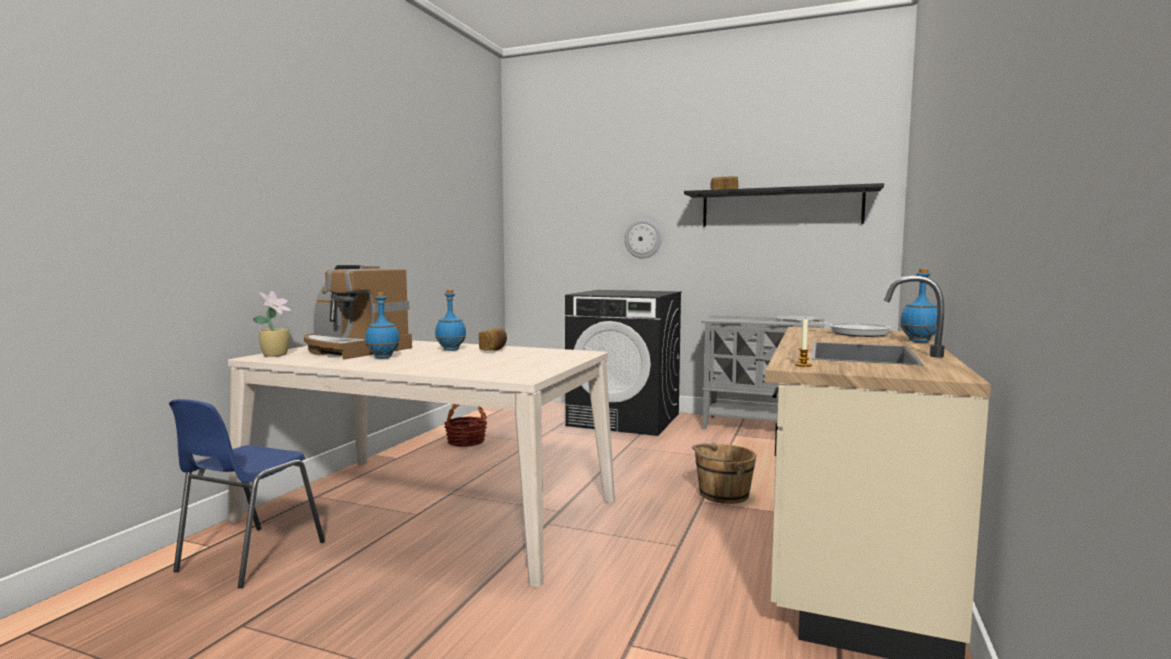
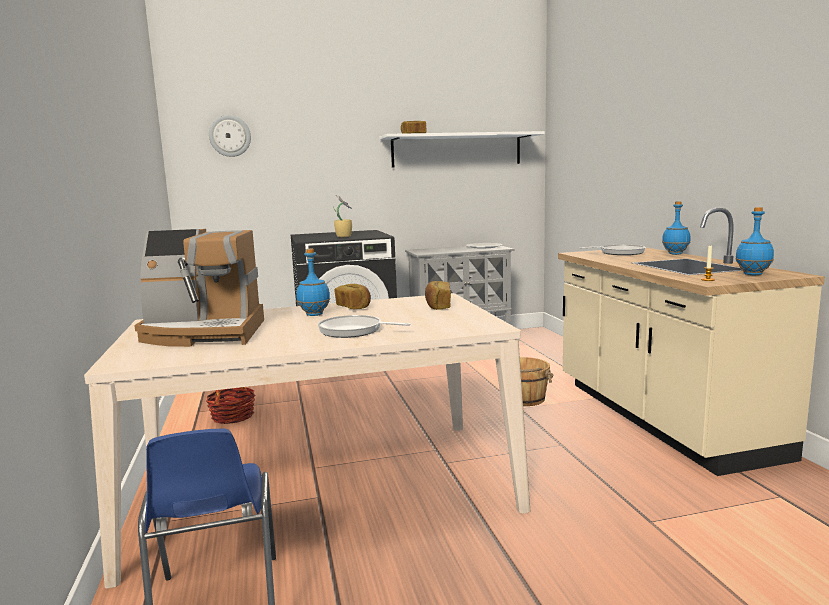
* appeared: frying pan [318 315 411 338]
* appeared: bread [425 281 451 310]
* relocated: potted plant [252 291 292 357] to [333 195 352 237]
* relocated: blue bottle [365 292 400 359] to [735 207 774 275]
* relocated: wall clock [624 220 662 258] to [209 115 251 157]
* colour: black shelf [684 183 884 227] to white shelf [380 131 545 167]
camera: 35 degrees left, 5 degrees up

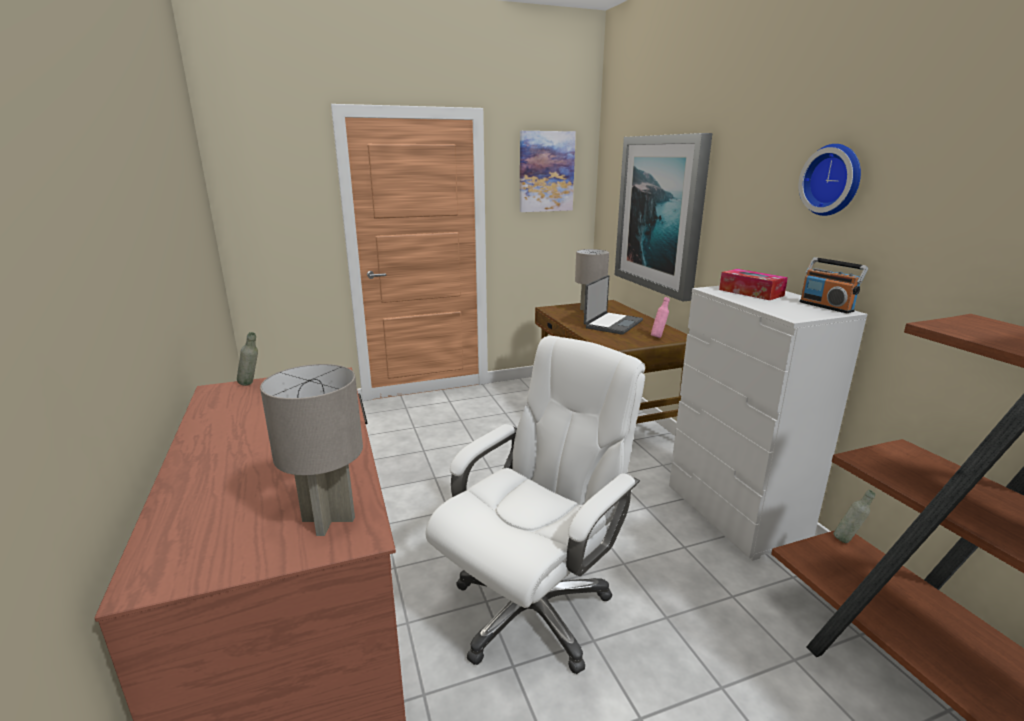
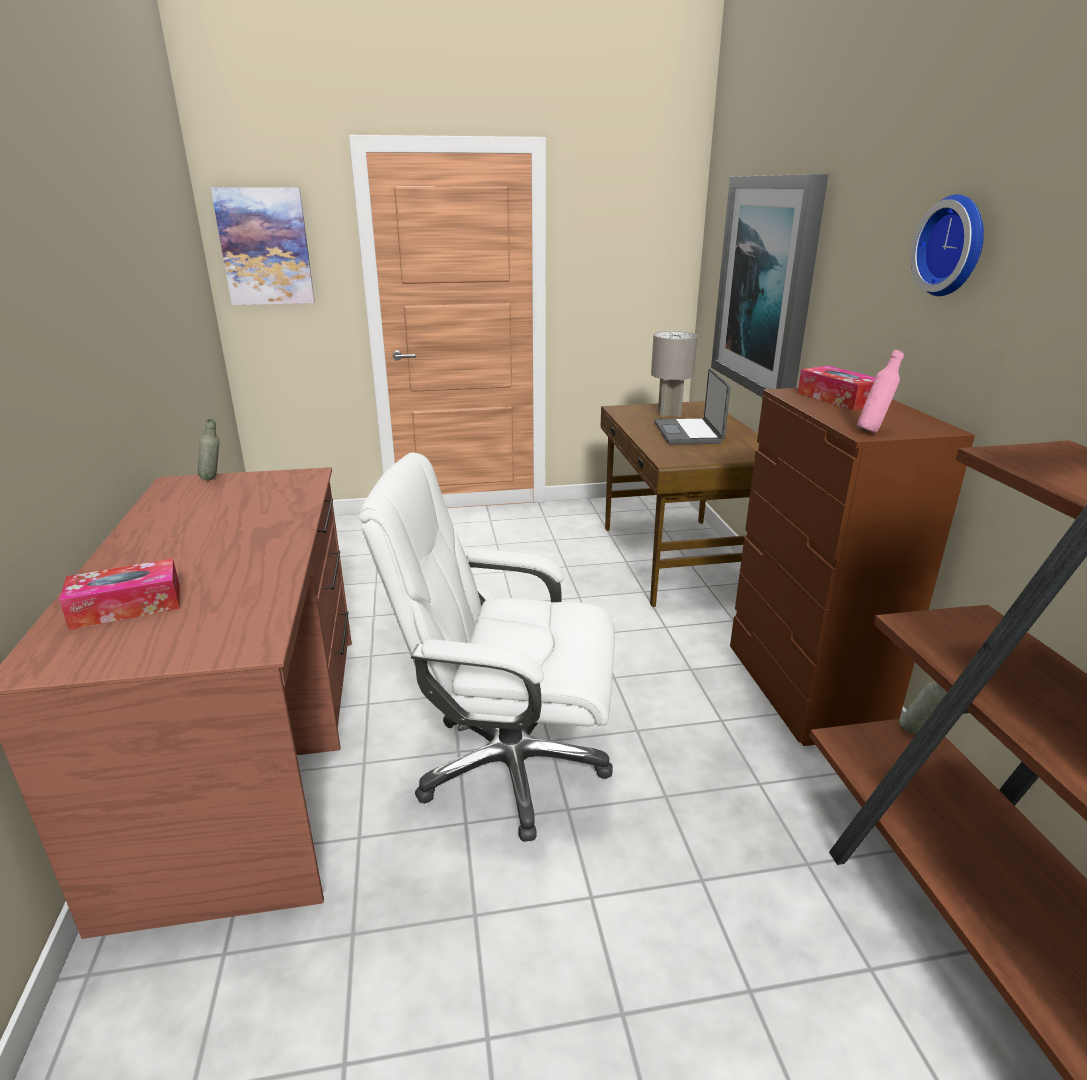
* missing: grey table lamp [260 364 363 536]
* missing: radio [800 257 868 313]
* appeared: tissue box [59 558 180 630]
* relocated: picture [520 131 576 212] to [211 187 315 305]
* relocated: pink bottle [651 297 670 338] to [857 349 904 433]
* colour: white dresser [669 286 867 561] to brown dresser [730 388 975 746]
* spun: white office chair [425 336 645 674] = [359 453 615 842] 135 degrees counterclockwise
* spun: laptop [584 275 643 335] = [654 369 731 445] 135 degrees clockwise
camera: 10 degrees right, 5 degrees up

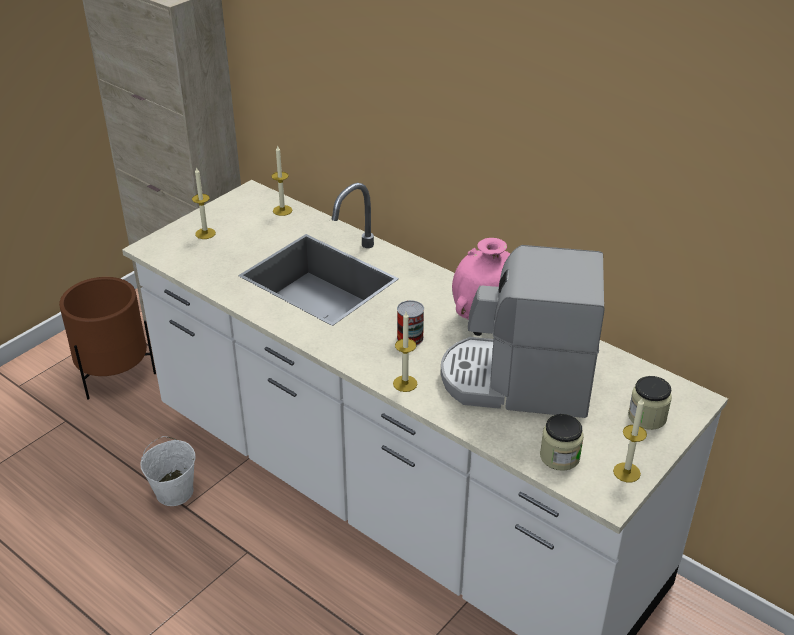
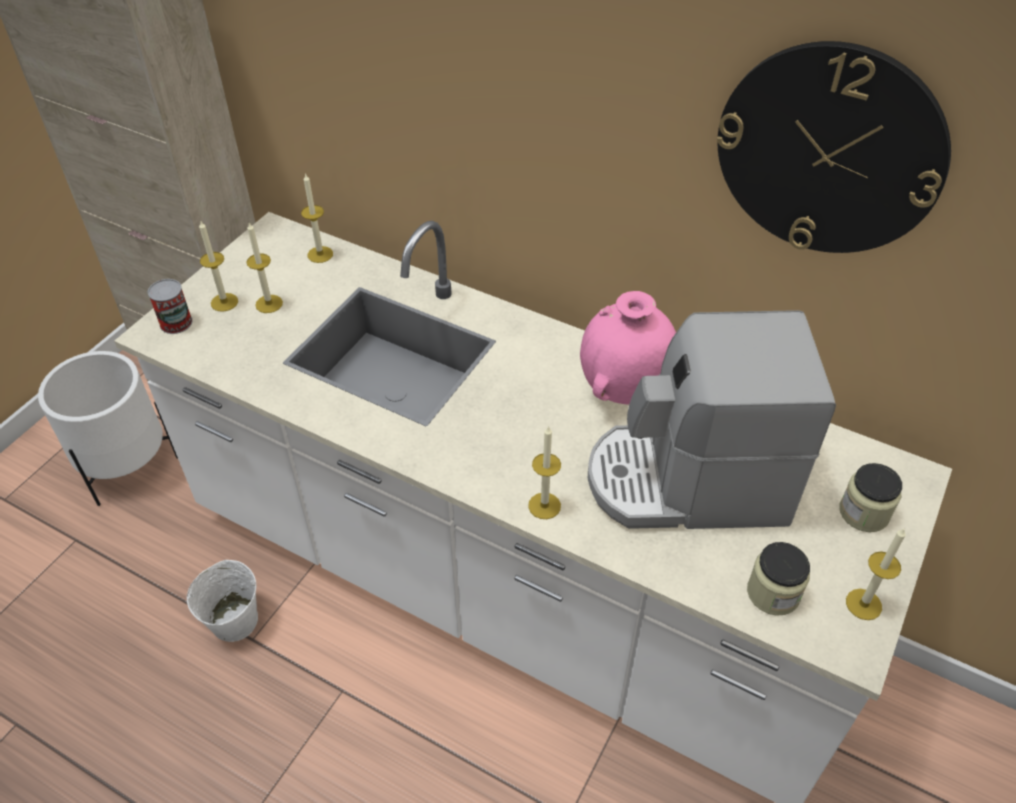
* appeared: candle [246 223 283 313]
* appeared: wall clock [717 41 951 253]
* relocated: can [397 300 424 346] to [148 279 192 334]
* colour: brown planter [59 277 156 400] to white planter [38 351 178 506]
camera: 10 degrees left, 10 degrees up

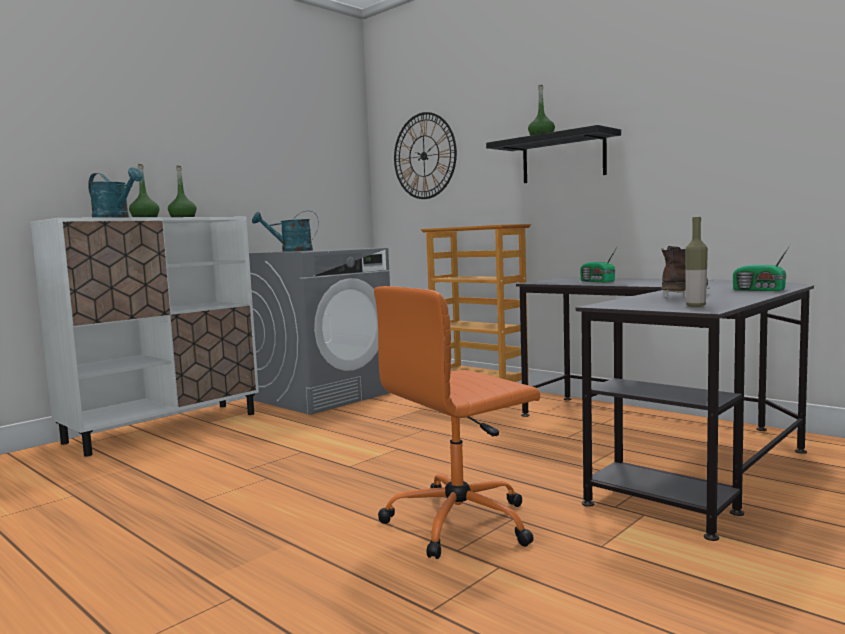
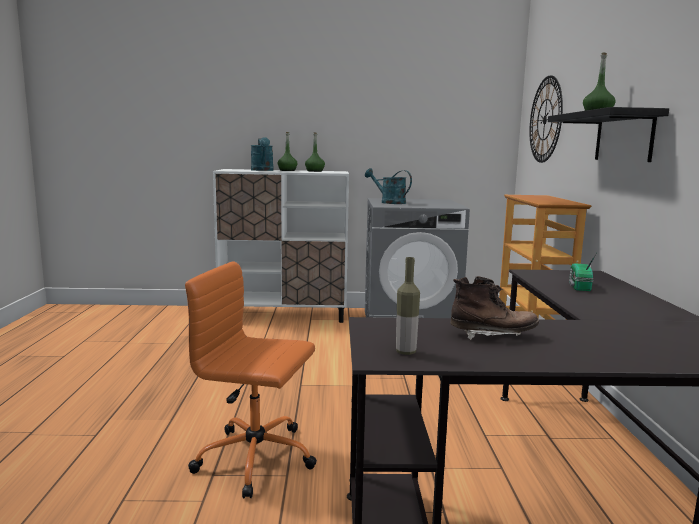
* missing: radio [733 244 791 291]
camera: 45 degrees right, 5 degrees up

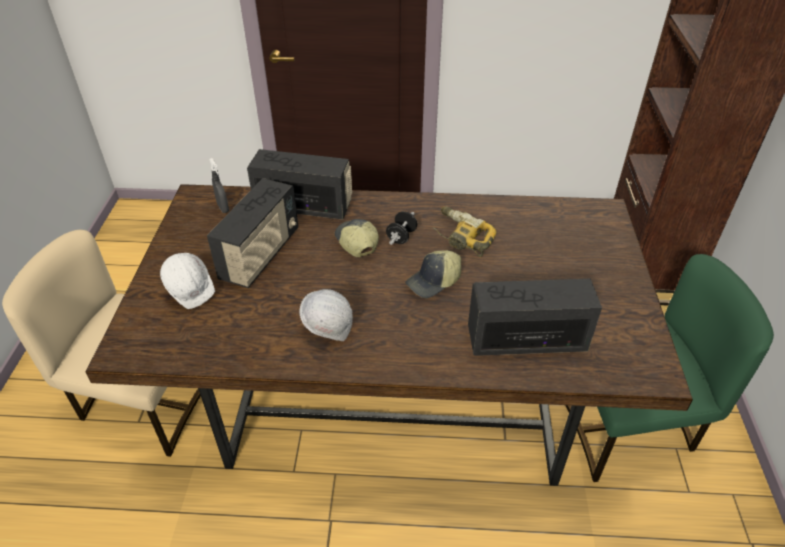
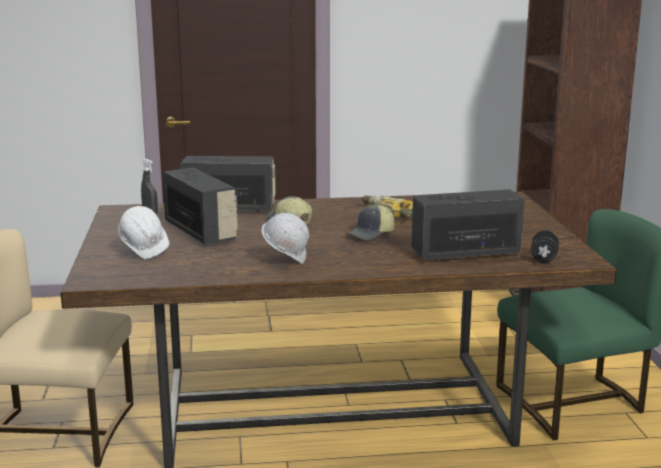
* relocated: black dumbbell [386 211 417 245] to [531 230 559 262]
* spun: radio [207 178 298 288] = [162 167 238 245] 45 degrees counterclockwise
camera: 10 degrees left, 25 degrees down

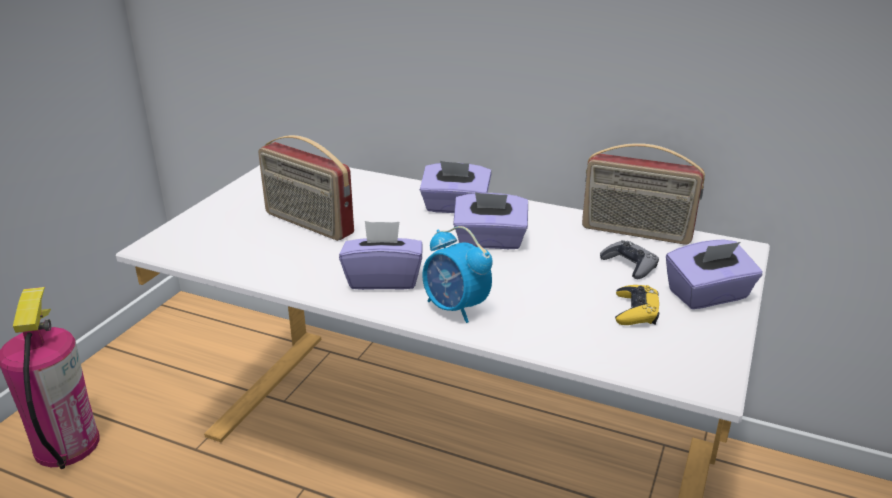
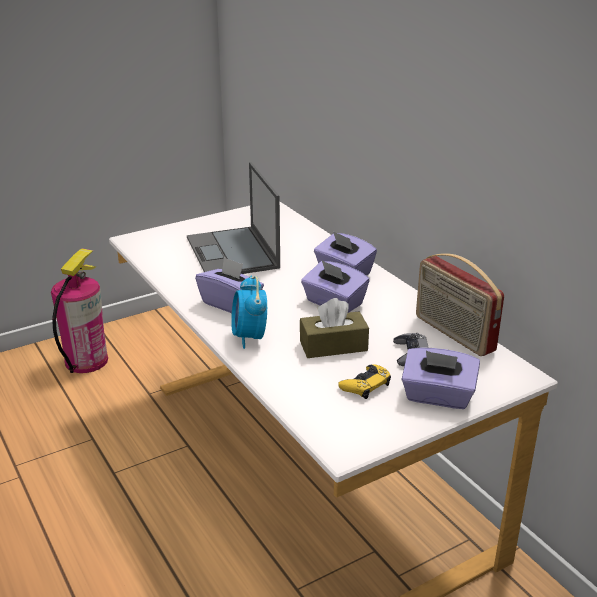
* appeared: brown tissue box [300 298 369 358]
* exchanged: radio [258 135 354 241] to laptop [187 162 280 274]
camera: 35 degrees right, 0 degrees up

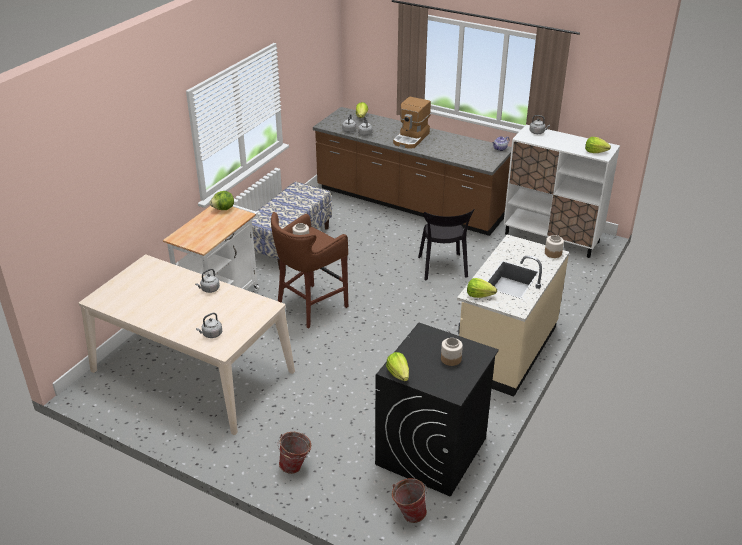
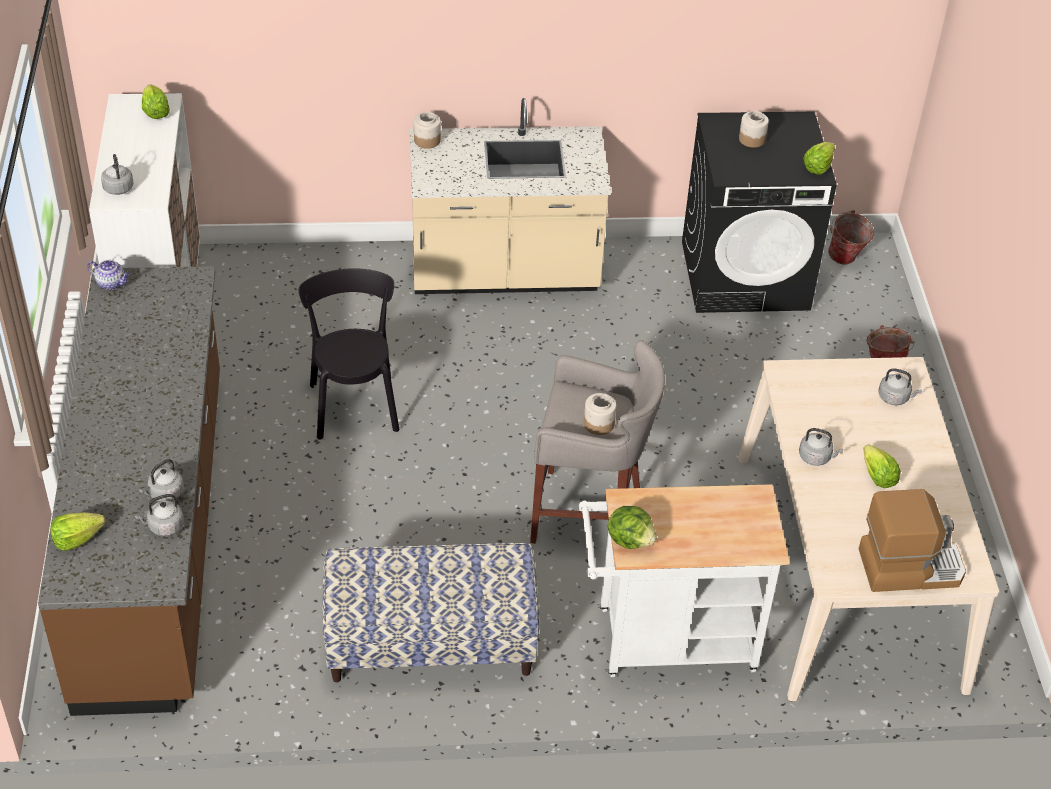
* relocated: coffee machine [393 97 431 149] to [859 489 966 592]
* relocated: lettuce [467 278 497 298] to [863 445 901 488]
* colour: brown stool [271 212 348 329] to grey stool [530 340 665 544]
* spun: black chair [418 209 474 280] = [299 268 399 440] 60 degrees counterclockwise
camera: 125 degrees left, 10 degrees up

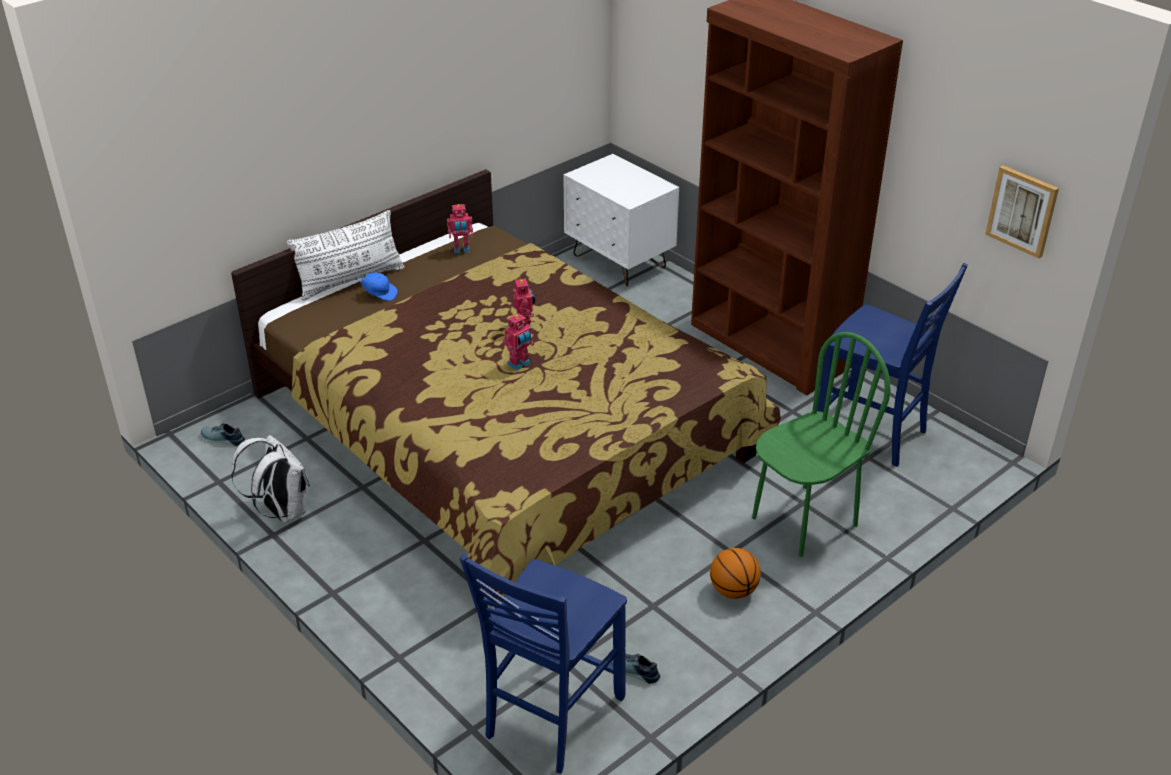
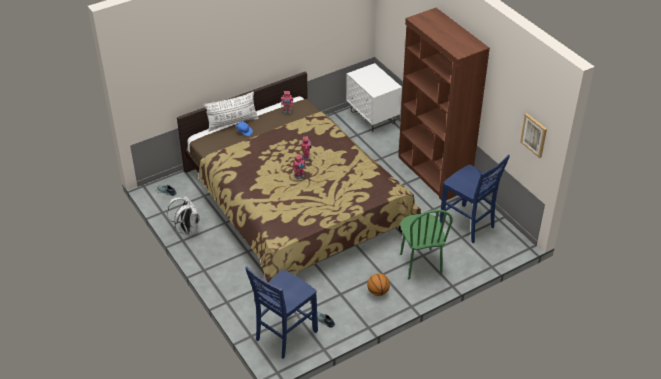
* spun: green chair [752 332 891 557] = [400 210 453 279] 105 degrees clockwise
camera: 10 degrees right, 5 degrees up

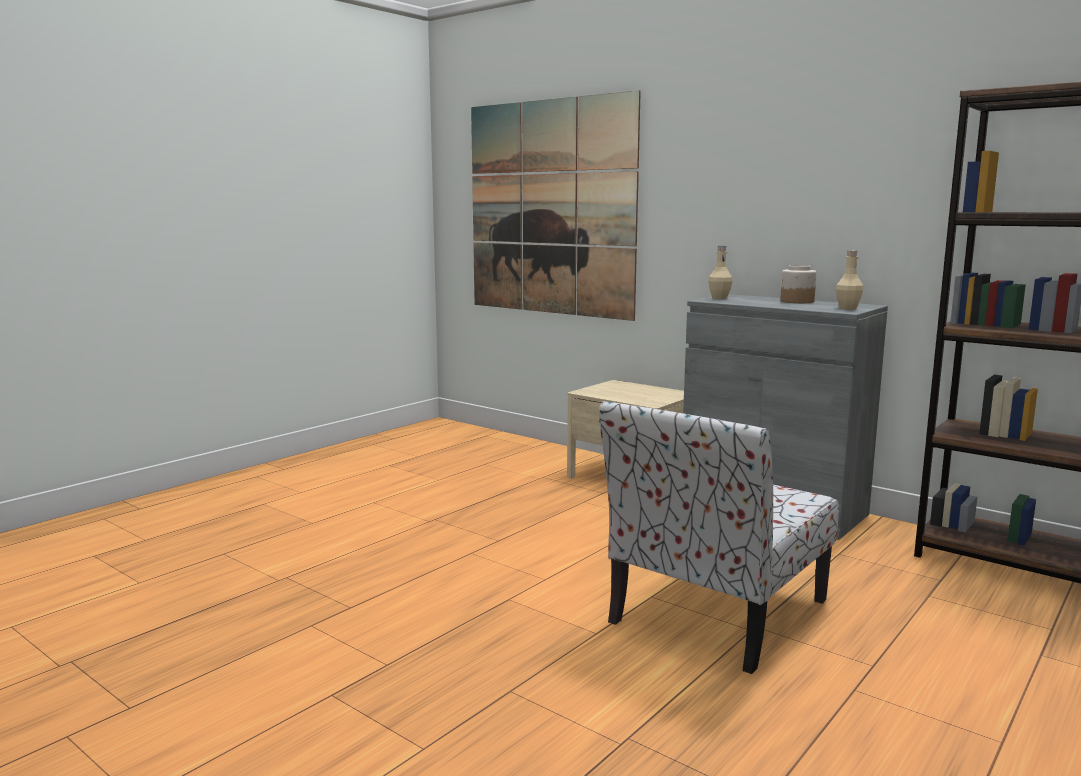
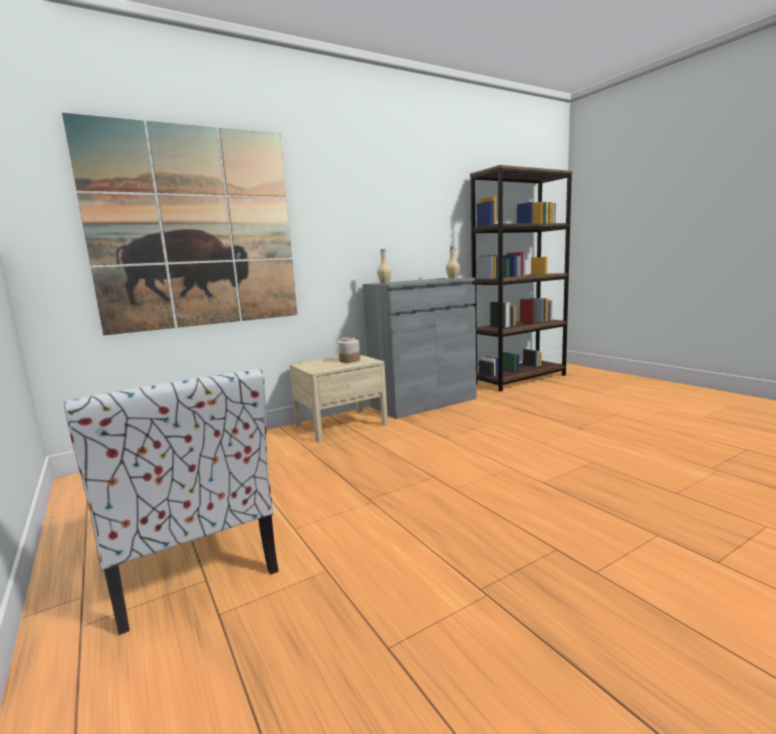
* relocated: chair [599 401 839 674] to [64 368 279 635]
* relocated: jar [780 265 816 303] to [338 337 360 363]
camera: 70 degrees left, 0 degrees up

